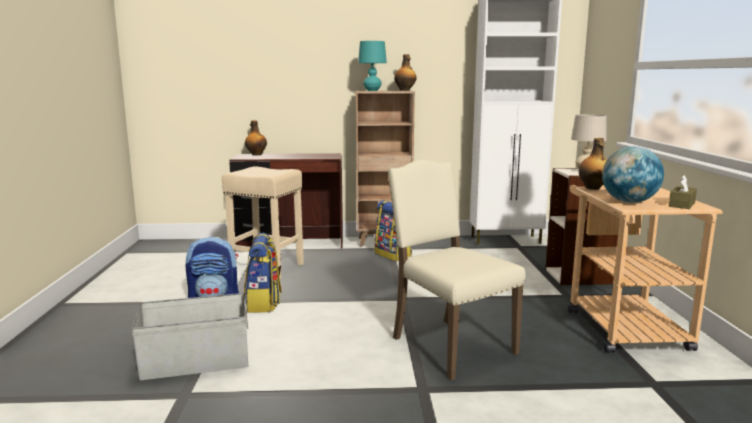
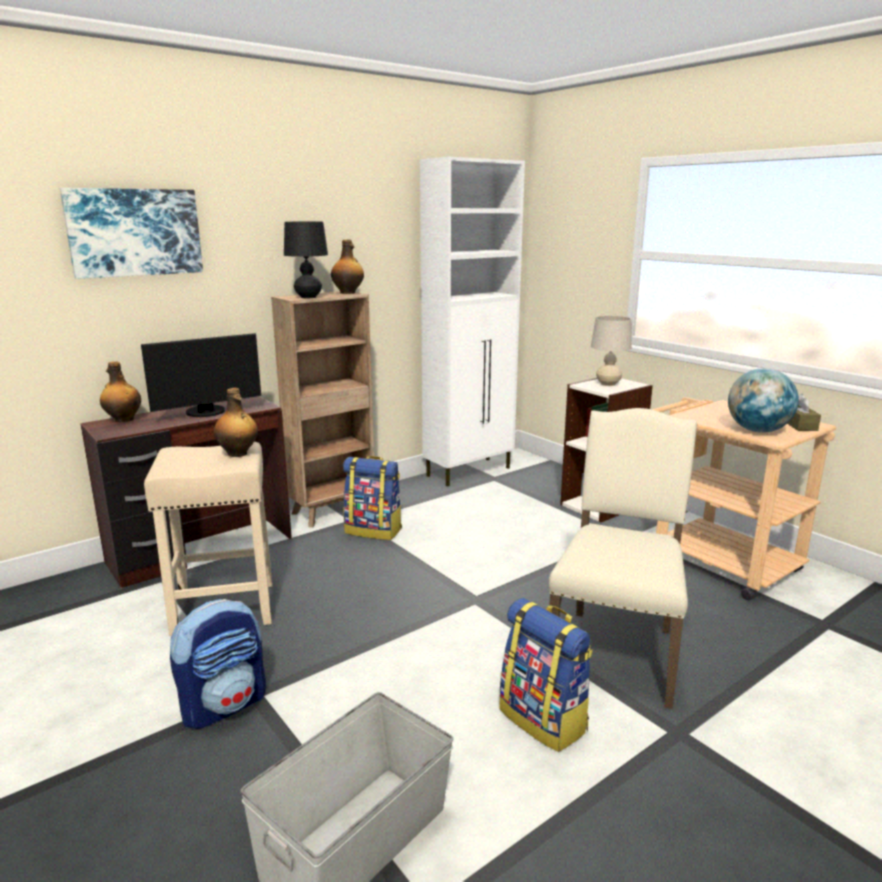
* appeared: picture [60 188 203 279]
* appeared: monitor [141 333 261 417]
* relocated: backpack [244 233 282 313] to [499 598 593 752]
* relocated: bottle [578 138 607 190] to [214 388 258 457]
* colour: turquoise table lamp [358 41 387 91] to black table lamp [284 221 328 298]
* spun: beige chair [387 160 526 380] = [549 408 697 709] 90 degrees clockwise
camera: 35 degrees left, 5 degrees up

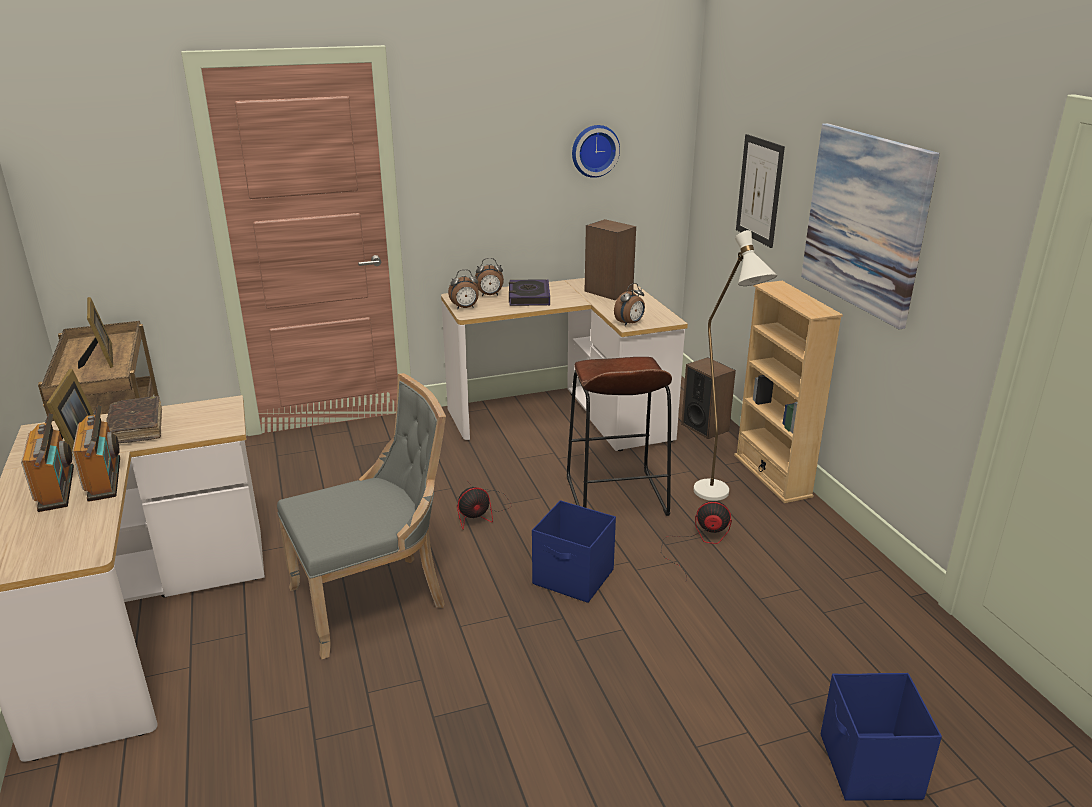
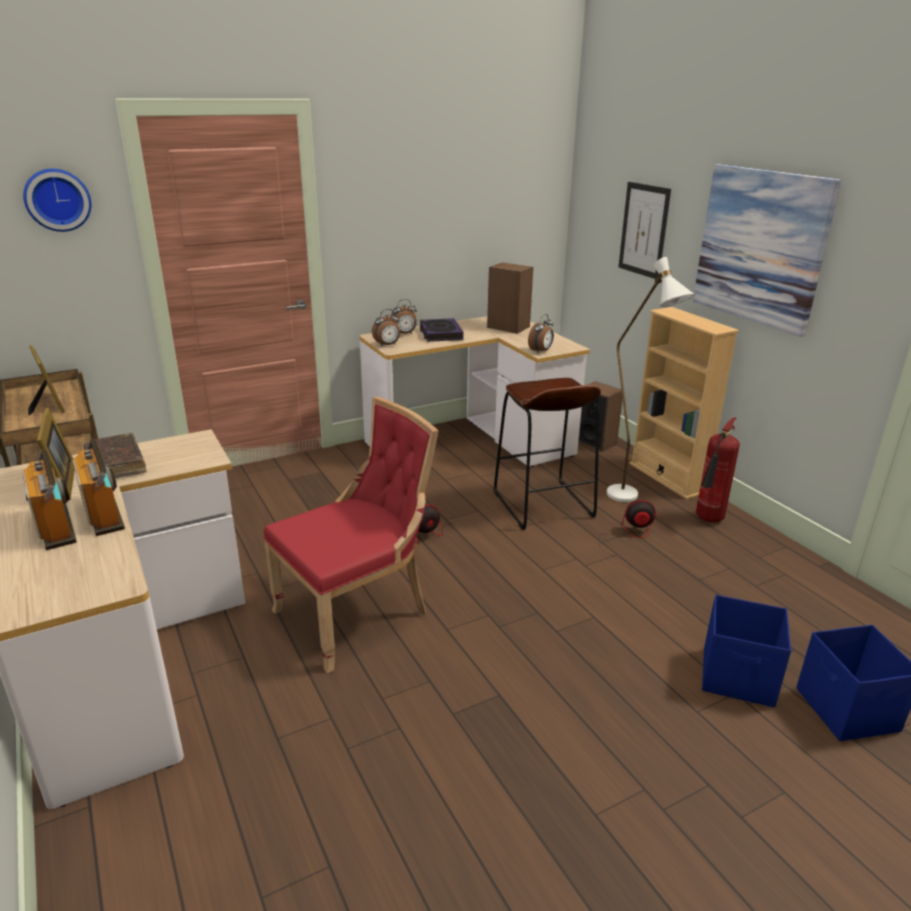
* appeared: fire extinguisher [696 417 740 523]
* relocated: blue storage box [532 500 616 603] to [702 595 791 707]
* relocated: wall clock [572 125 620 178] to [23 169 92 232]
* colour: grey chair [277 373 446 659] to red chair [264 397 438 673]
camera: 10 degrees left, 0 degrees up

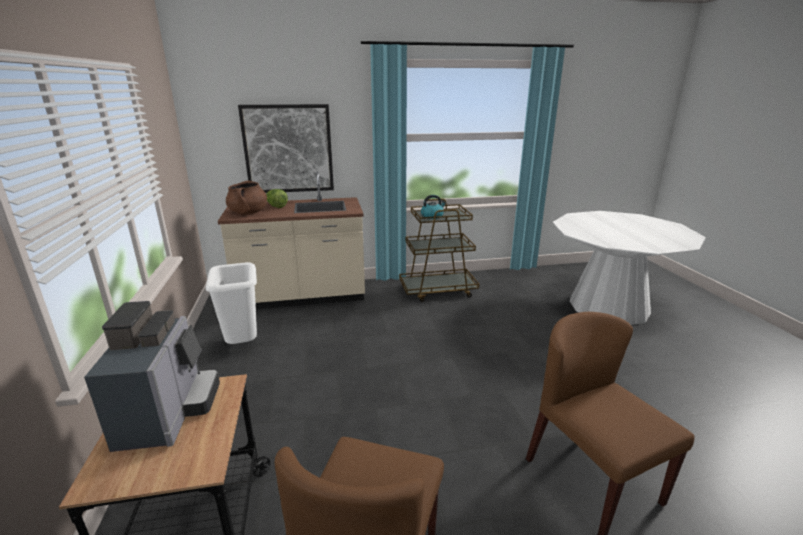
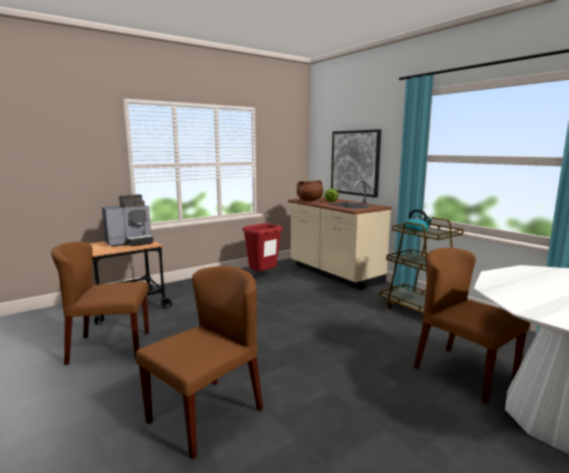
* appeared: brown chair [414 248 530 404]
* colour: white trash can [206 262 257 344] to red trash can [242 223 283 271]
camera: 65 degrees right, 10 degrees down

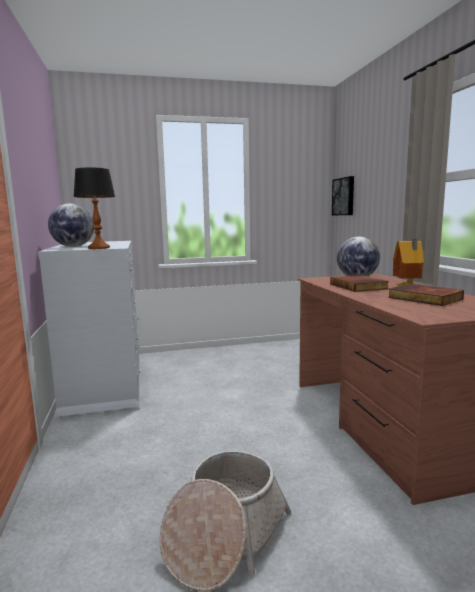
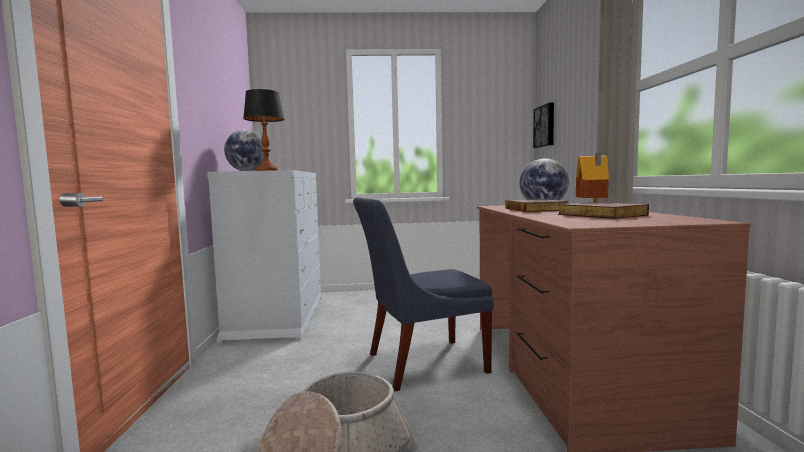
* appeared: blue chair [353 197 493 392]
camera: 10 degrees right, 5 degrees down

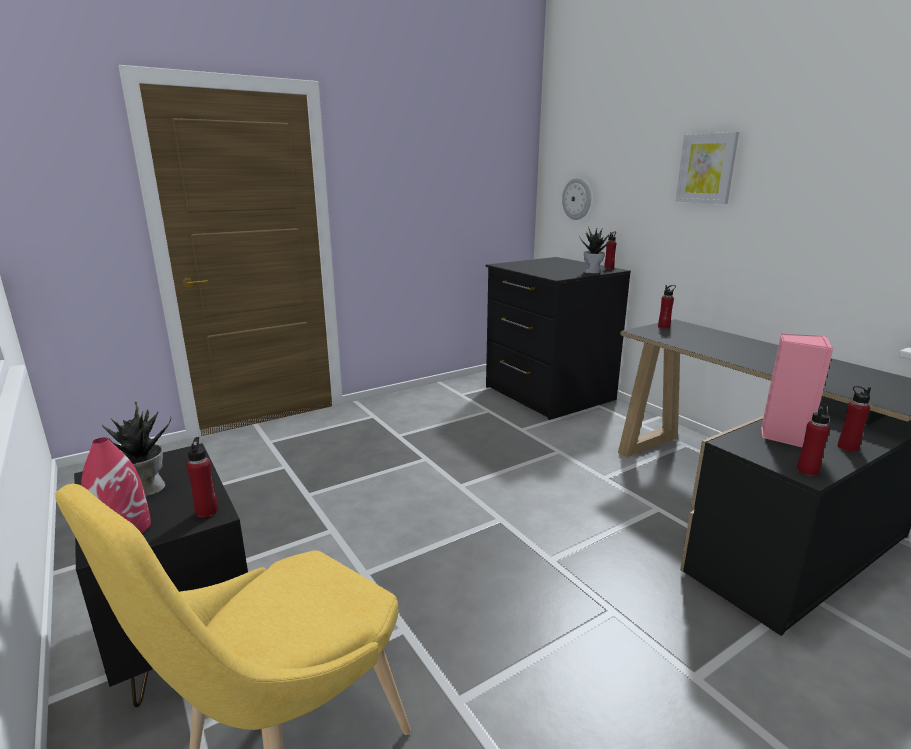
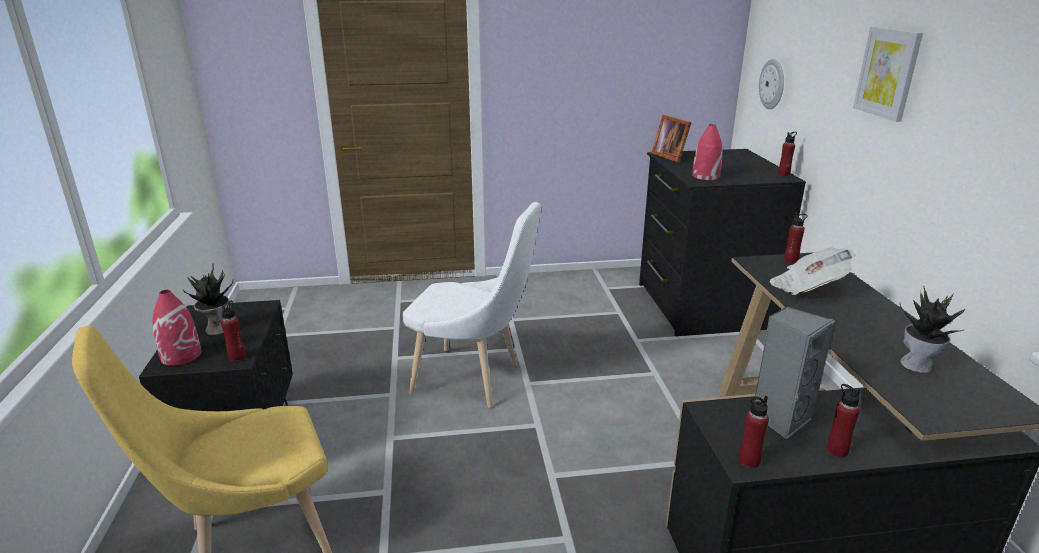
* appeared: white chair [403 202 541 408]
* appeared: picture frame [651 115 692 163]
* appeared: red vase [692 124 723 180]
* appeared: newspaper [769 247 856 295]
* relocated: potted plant [580 227 610 274] to [900 285 965 373]
* colour: pink speaker [761 333 833 447] to grey speaker [754 307 835 439]
camera: 25 degrees right, 5 degrees up

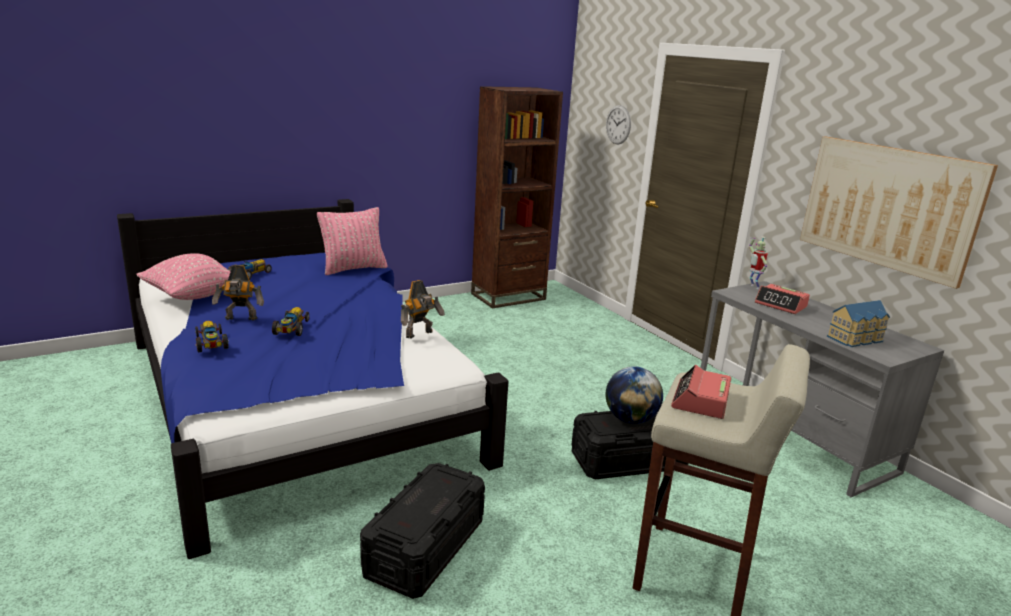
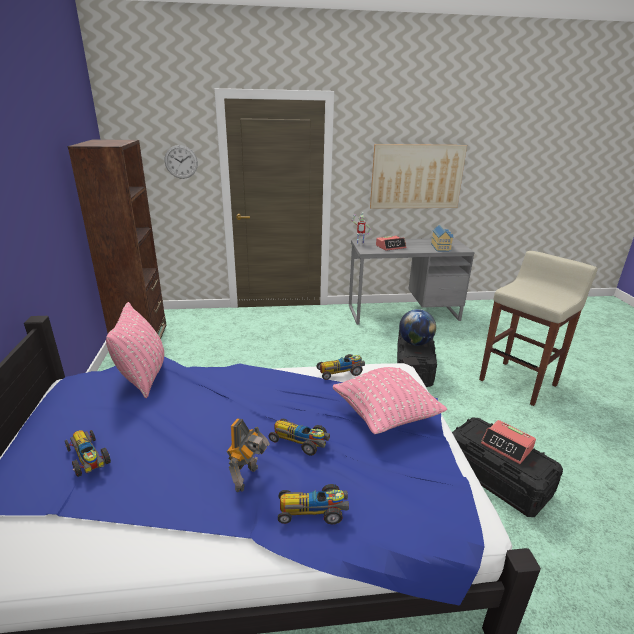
* relocated: pink pillow [136 253 231 300] to [333 367 447 434]
* relocated: alarm clock [671 365 731 419] to [481 420 536 464]
* exchanged: toy robot [401 280 445 339] to toy car [316 354 365 380]
camera: 65 degrees left, 5 degrees up

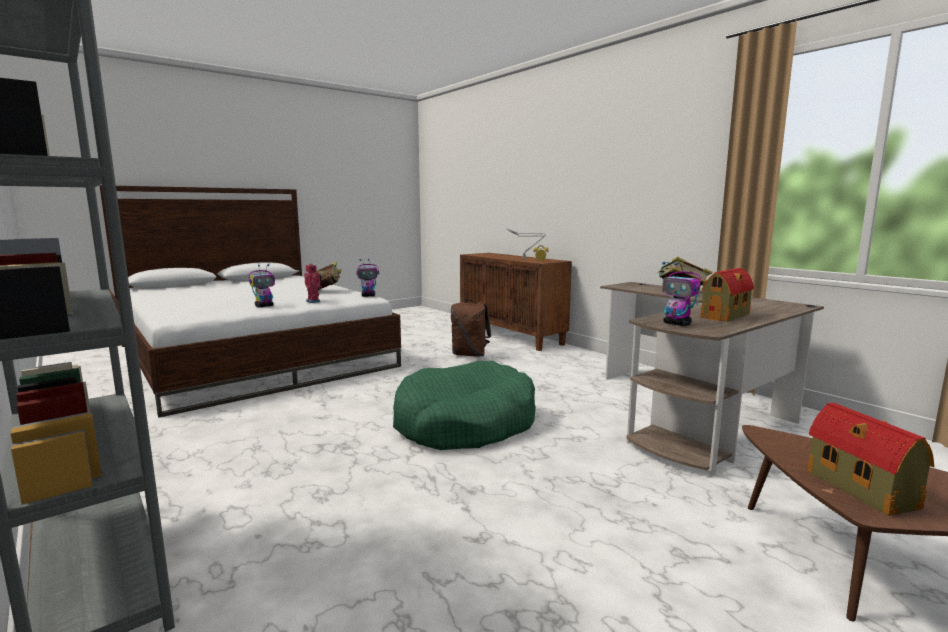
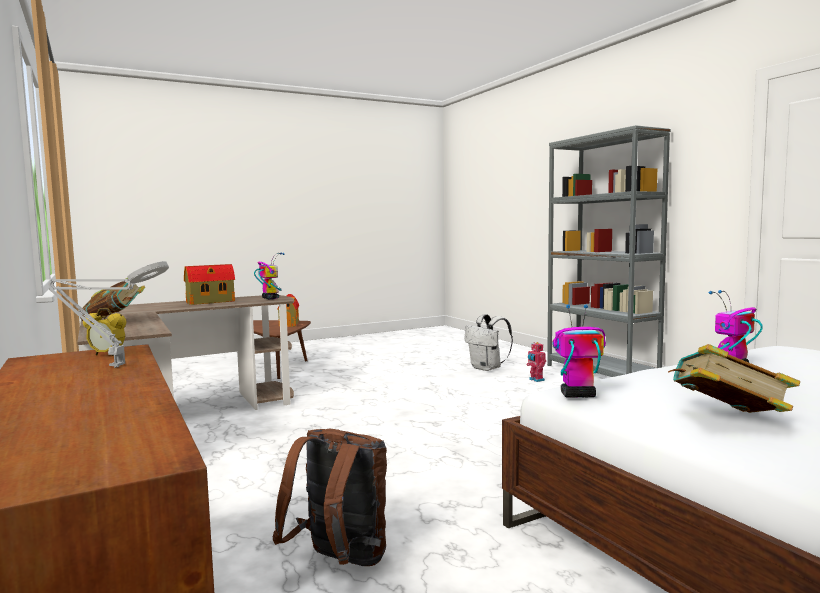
* missing: green dog bed [393 361 536 450]
* appeared: white backpack [465 314 513 371]
* relocated: toy robot [304 263 322 303] to [527 342 546 382]
camera: 170 degrees left, 5 degrees down

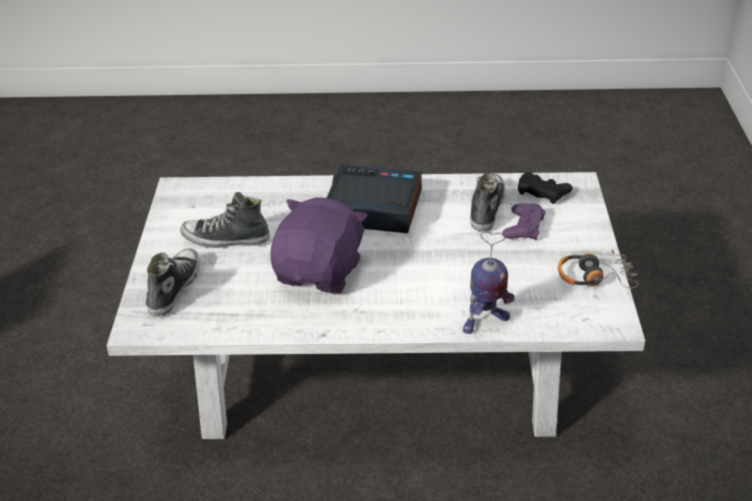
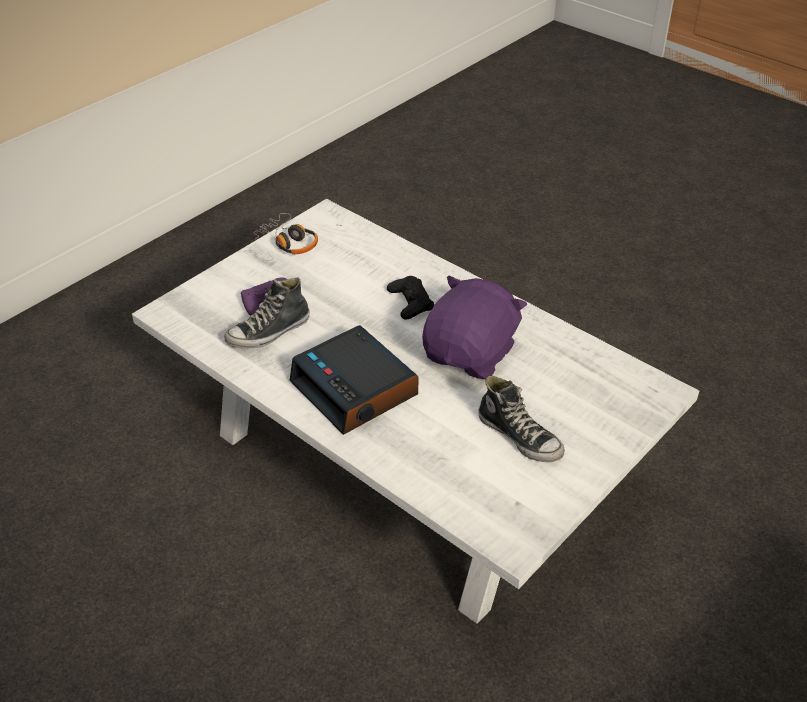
* missing: shoe [146 248 200 317]
* missing: toy robot [463 232 515 334]
* relocated: black game controller [518 172 573 204] to [387 276 434 319]
* spun: purple plush toy [270 197 368 293] = [422 275 527 379] 150 degrees clockwise
camera: 140 degrees left, 5 degrees up

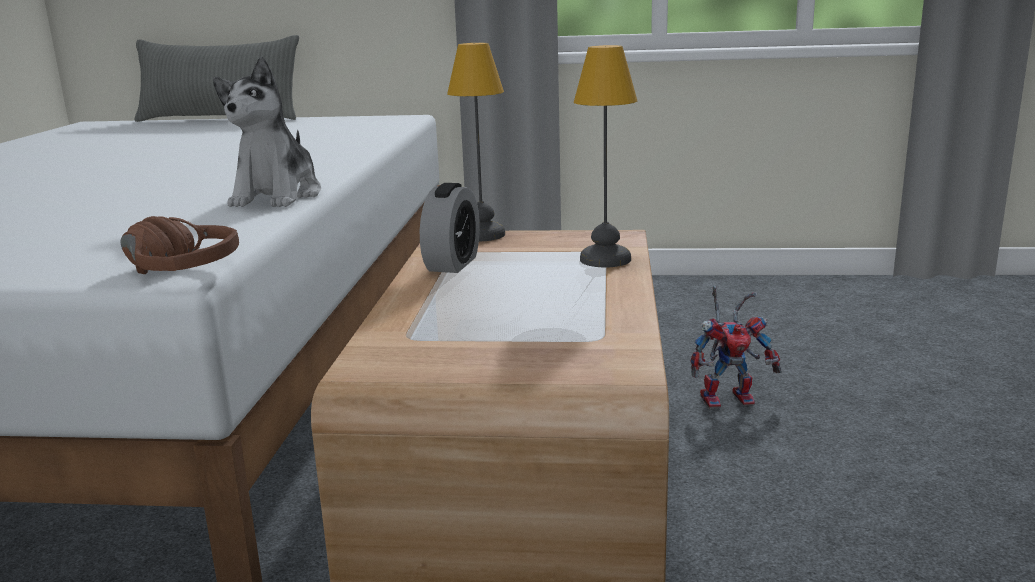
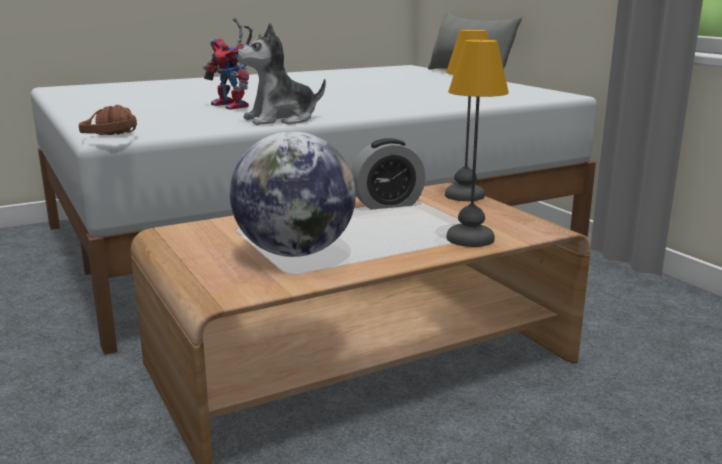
* appeared: globe [230 131 356 257]
* relocated: toy robot [690 286 782 409] to [203 18 253 110]
camera: 55 degrees right, 0 degrees up

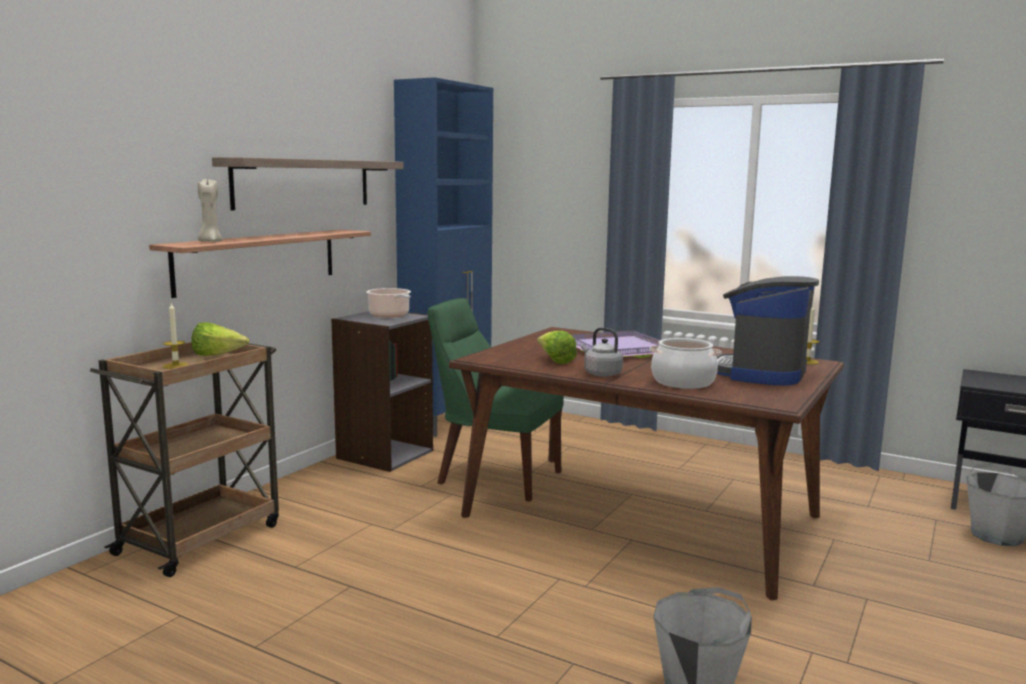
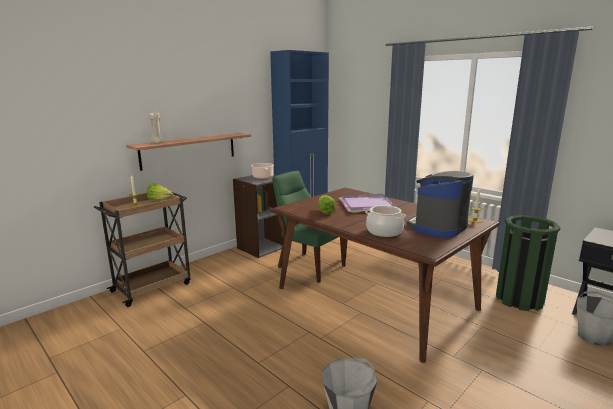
* missing: shelf [212 157 403 210]
* missing: grey kettle [581 327 623 377]
* appeared: green trash can [496 215 561 311]
camera: 15 degrees right, 5 degrees up

